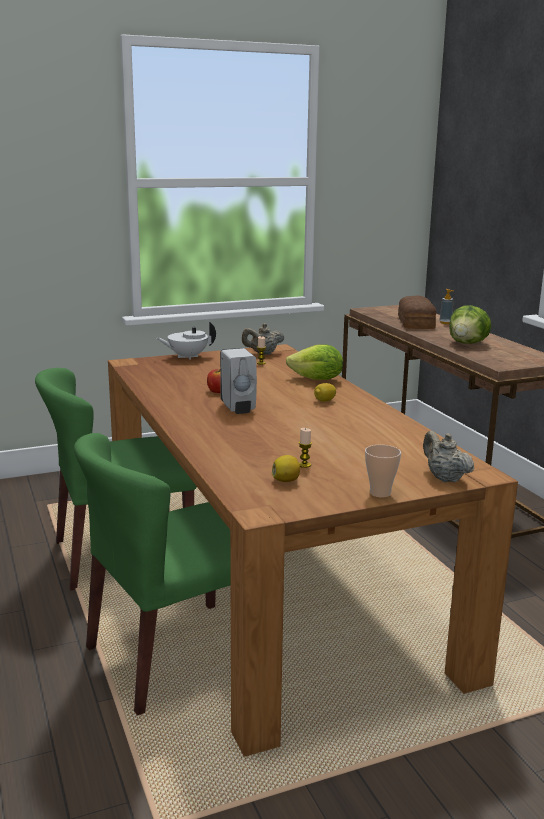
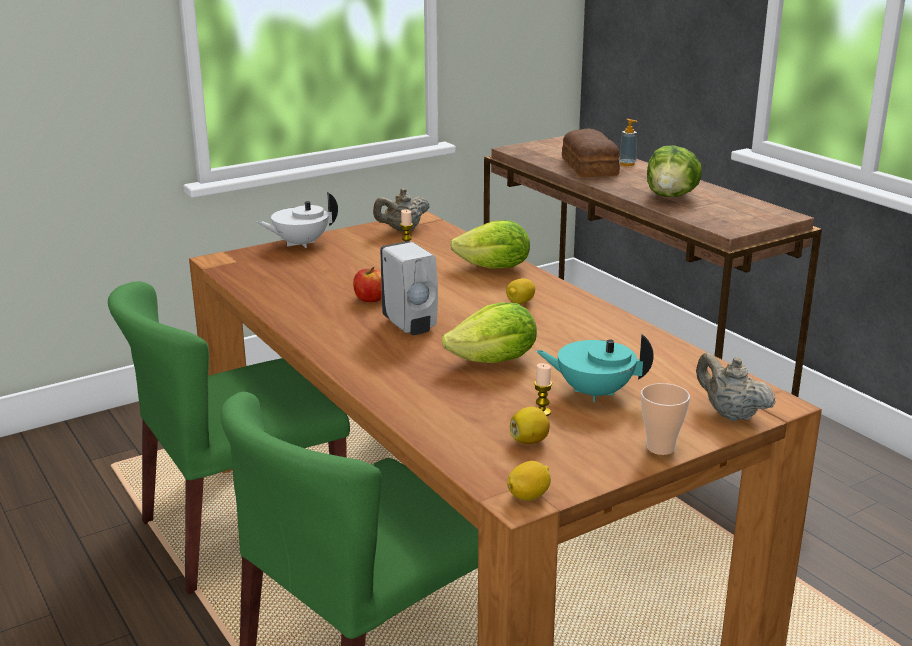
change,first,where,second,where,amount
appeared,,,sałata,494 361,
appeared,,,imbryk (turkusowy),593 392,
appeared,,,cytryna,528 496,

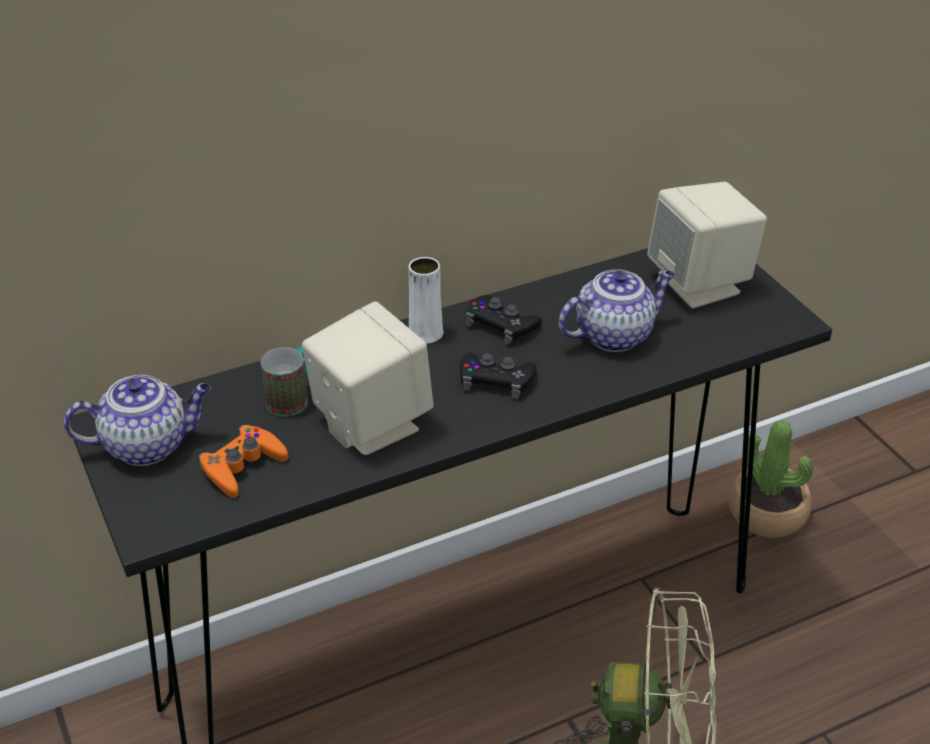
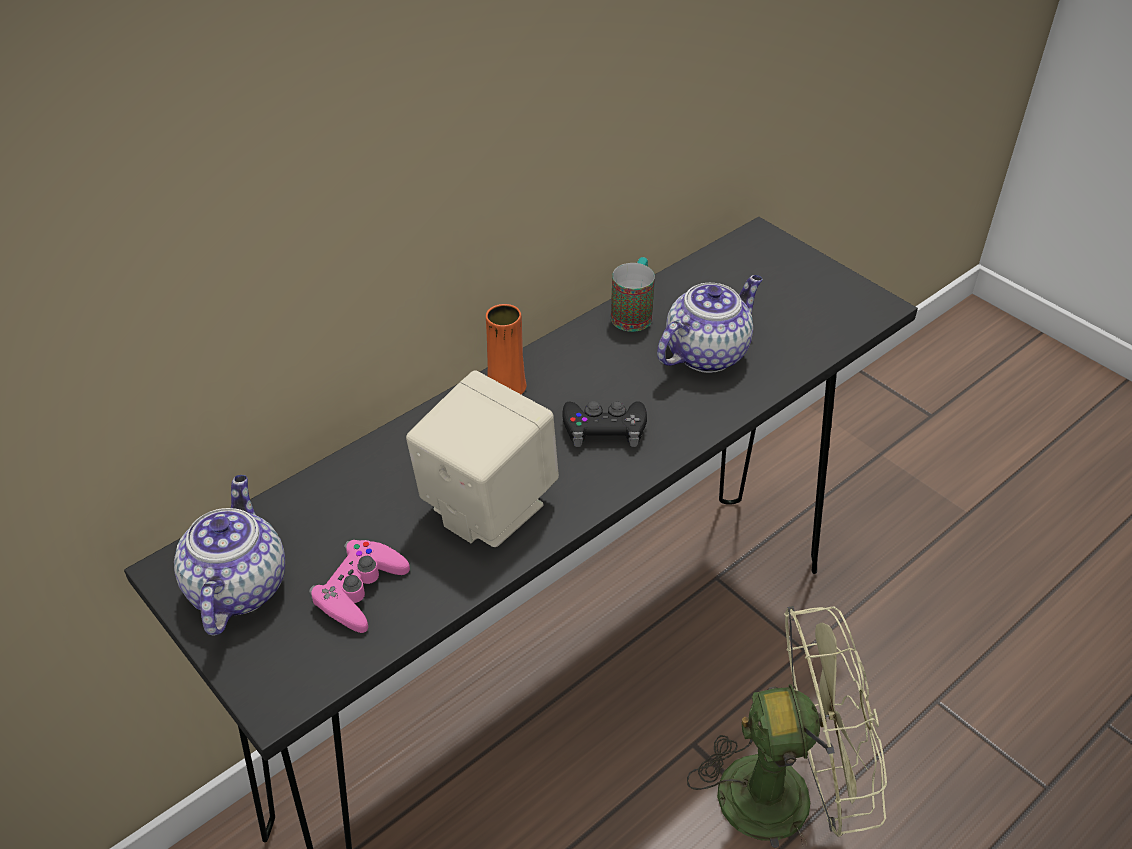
change,first,where,second,where,amount
missing,głośnik (beżowy),700 284,,,
colour,wazon (biały),425 333,wazon (pomarańczowy),506 386,
missing,pad do gier (czarny),501 325,,,
relocated,kubek,293 397,,634 312,
spun,imbryk,148 445,,237 586,60 degrees counterclockwise
missing,roślina doniczkowa,767 513,,,
colour,pad do gier (pomarańczowy),242 466,pad do gier (różowy),360 590,

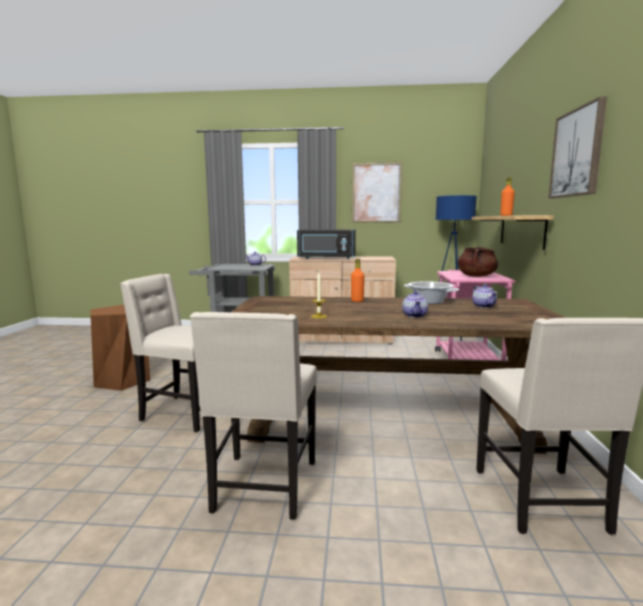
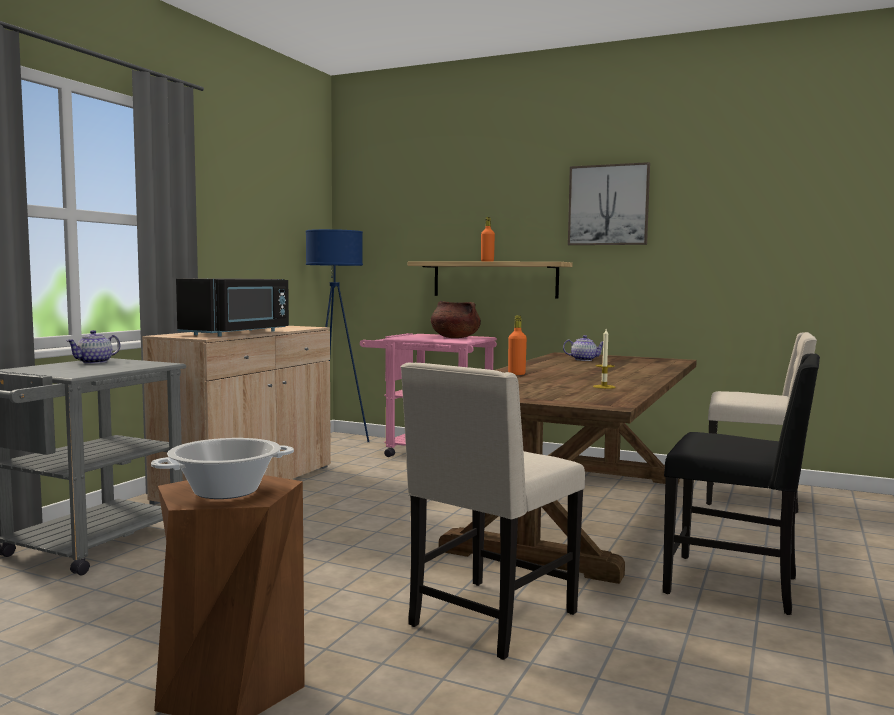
change,first,where,second,where,amount
missing,obraz,376 193,,,
relocated,garnek,429 302,,226 491,
missing,imbryk,415 315,,,
colour,krzesło (beżowy),264 487,krzesło (czarny),735 585,

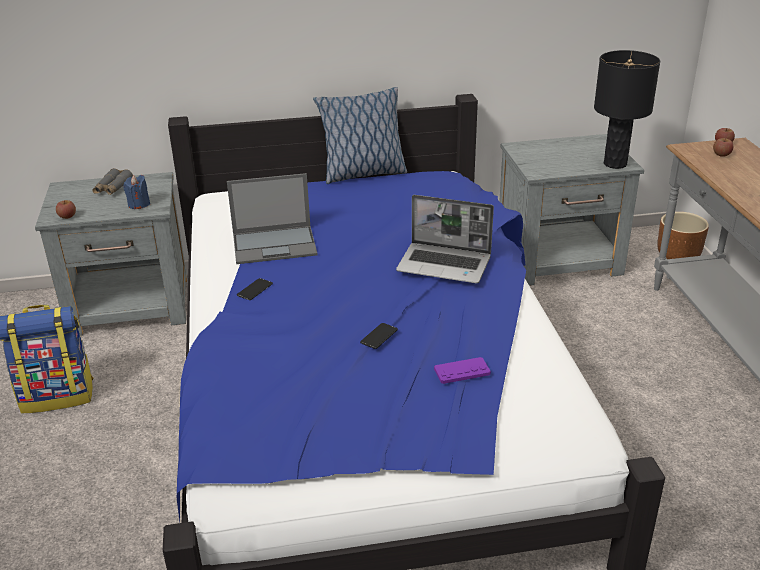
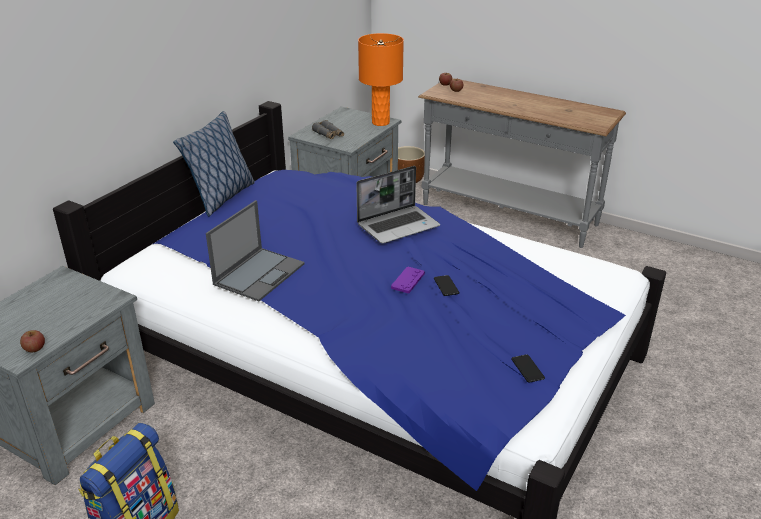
change,first,where,second,where,amount
colour,lampa stołowa (czarny),614 164,lampa stołowa (pomarańczowy),380 122,
relocated,lornetka (szary),113 188,,328 135,
missing,świeca (niebieski),139 204,,,
relocated,telefon,255 290,,527 369,
relocated,pad do gier (fioletowy),462 371,,408 280,

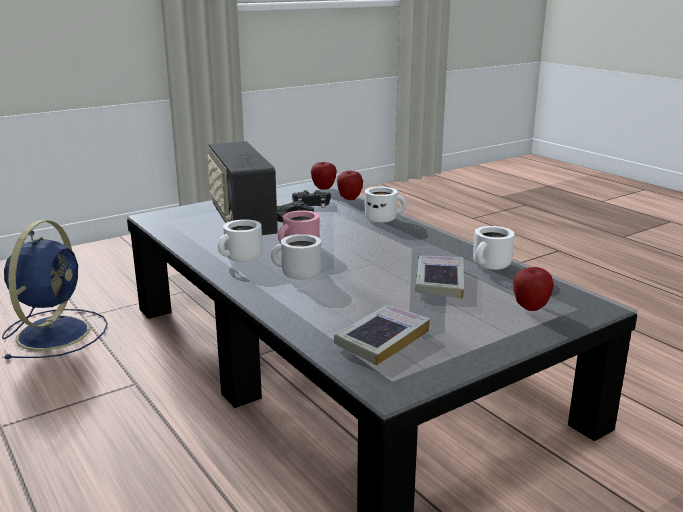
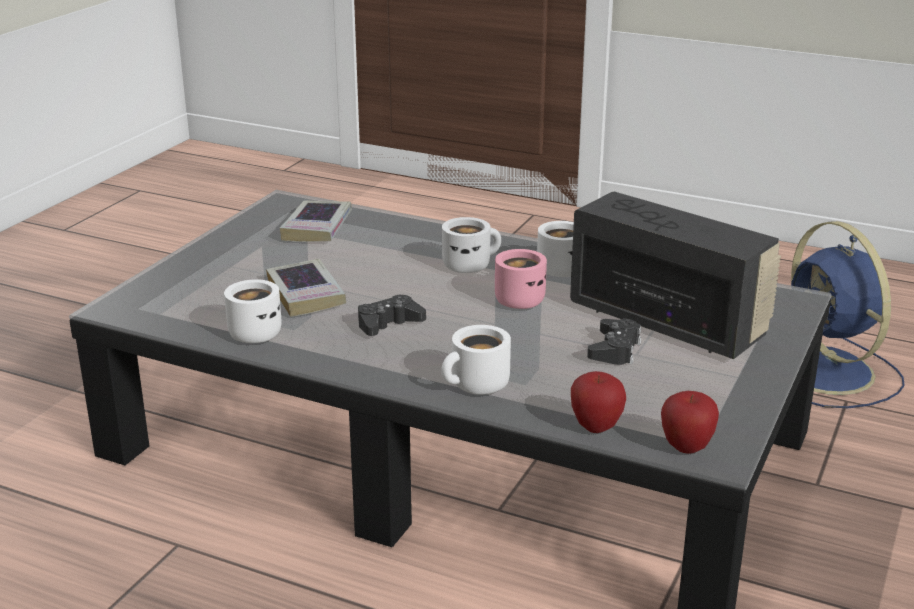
change,first,where,second,where,amount
relocated,pad do gier (czarny),311 203,,388 323,
missing,jabłko,530 308,,,

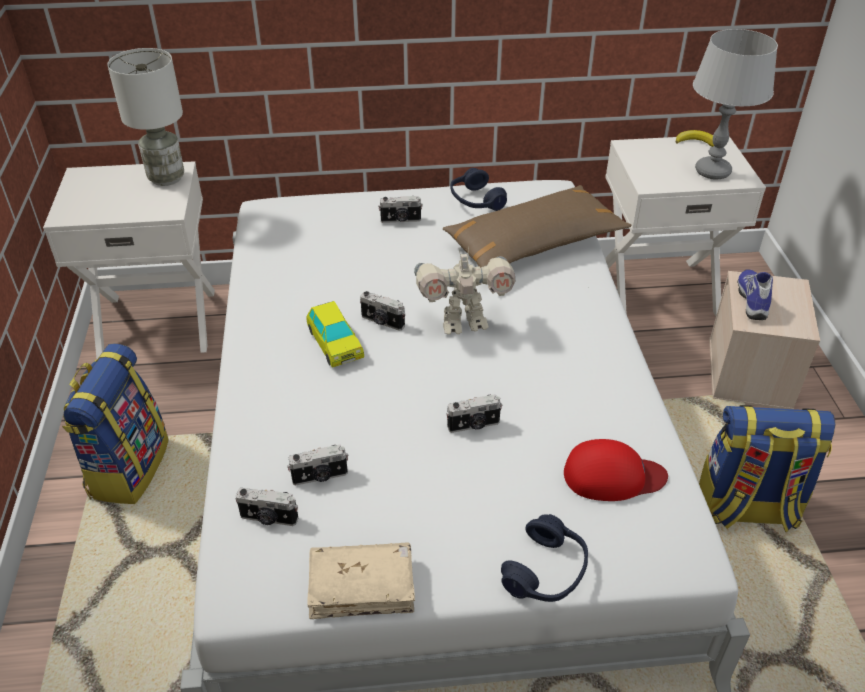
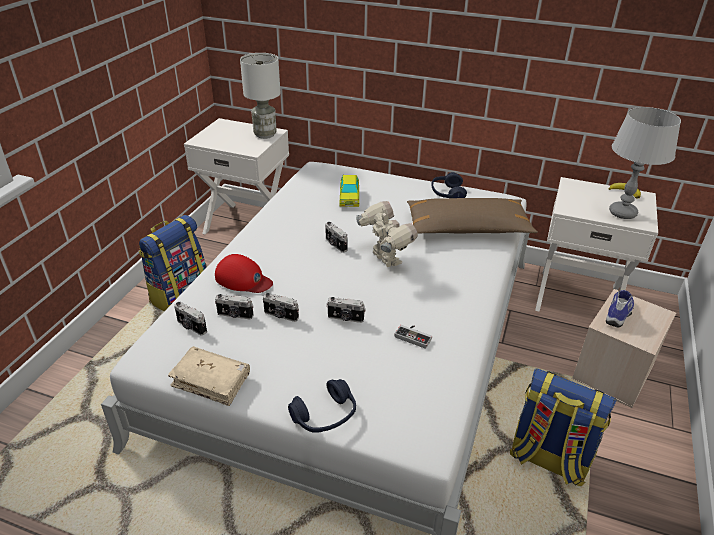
change,first,where,second,where,amount
relocated,aparat fotograficzny,401 220,,280 316,
spun,robot zabawkowy,463 323,,384 260,135 degrees counterclockwise
relocated,samochodzik,335 344,,349 198,
relocated,czapka z daszkiem (czerwony),612 476,,243 279,
appeared,,,pad do gier,414 336,

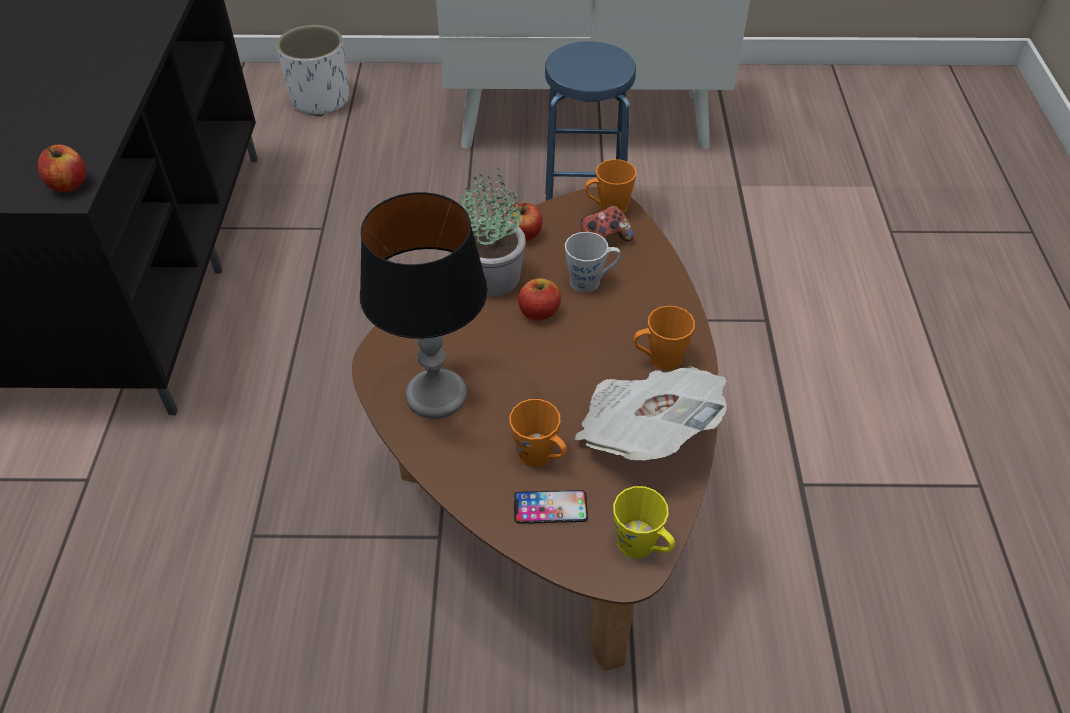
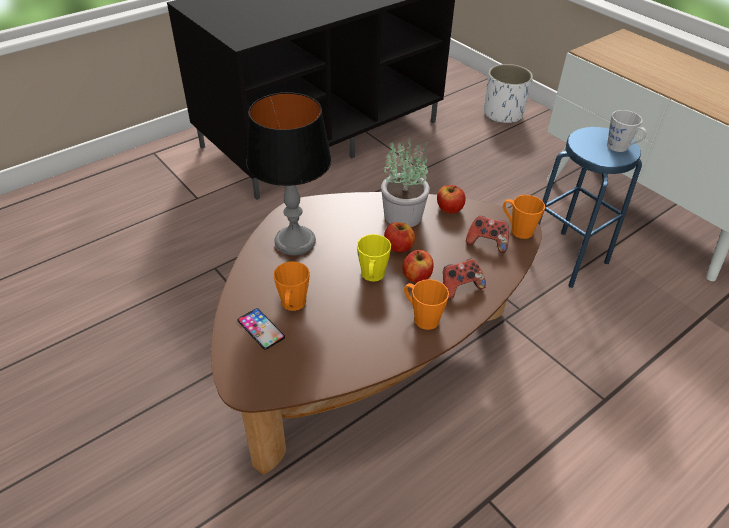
change,first,where,second,where,amount
relocated,jabłko,69 184,,417 276,
relocated,kubek (szary),591 281,,621 148,
missing,gazeta,644 432,,,
relocated,kubek (żółty),642 546,,372 276,
appeared,,,pad do gier,460 287,

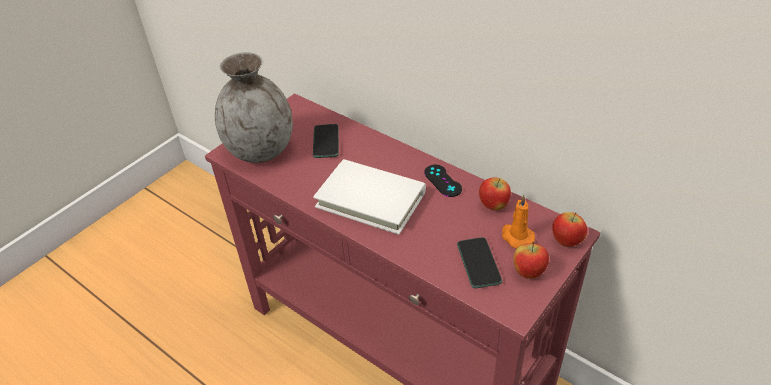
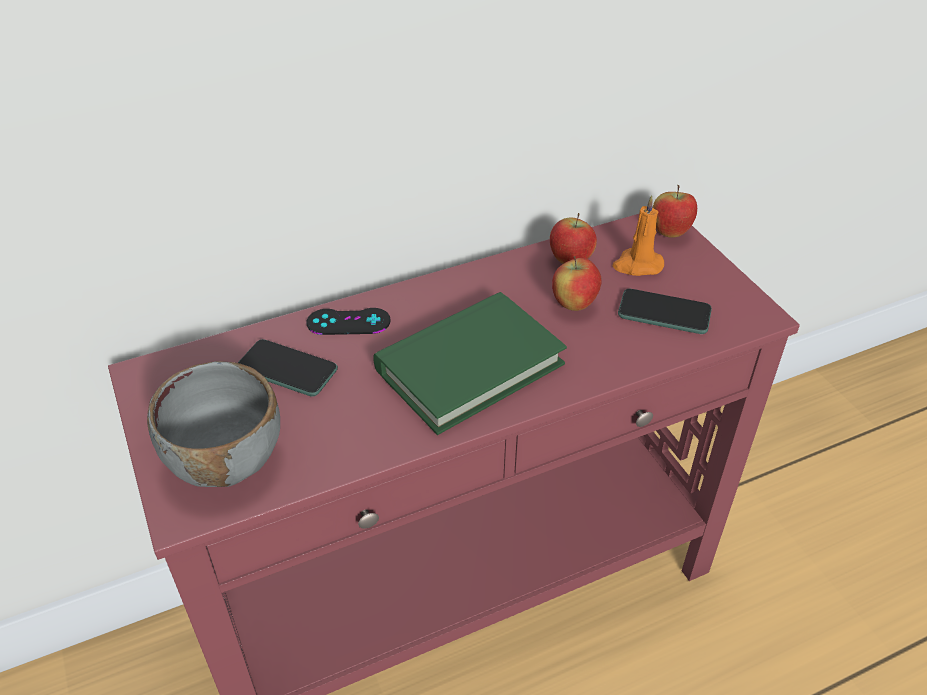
change,first,where,second,where,amount
exchanged,wazon (szary),261 150,miska (szary),227 459,
colour,książka (biały),370 199,książka (zielony),469 367,
relocated,pad do gier (czarny),442 181,,348 322,
relocated,jabłko,528 272,,574 304,

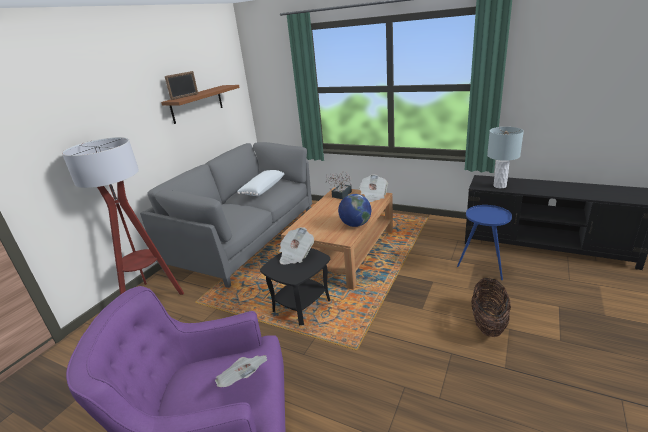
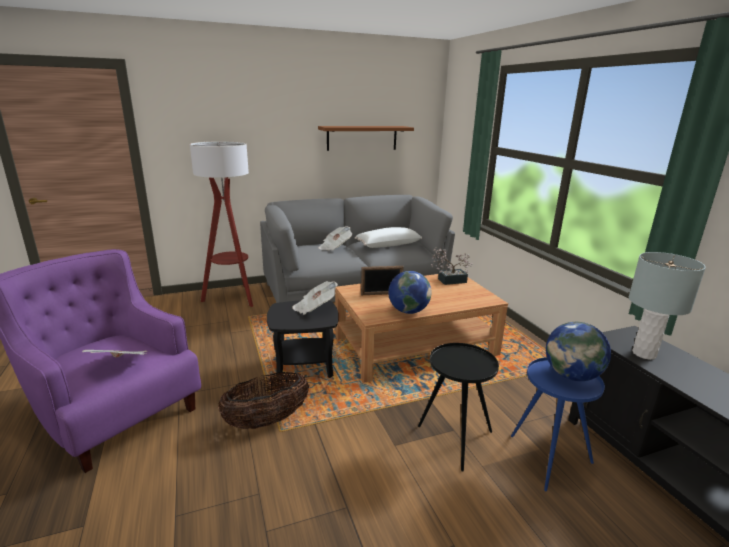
change,first,where,second,where,amount
relocated,ramka na zdjęcie,185 97,,381 294,
relocated,gazeta,373 196,,335 247,
relocated,koszyk,488 323,,266 421,
appeared,,,globus,572 375,
appeared,,,stolik (czarny),454 439,

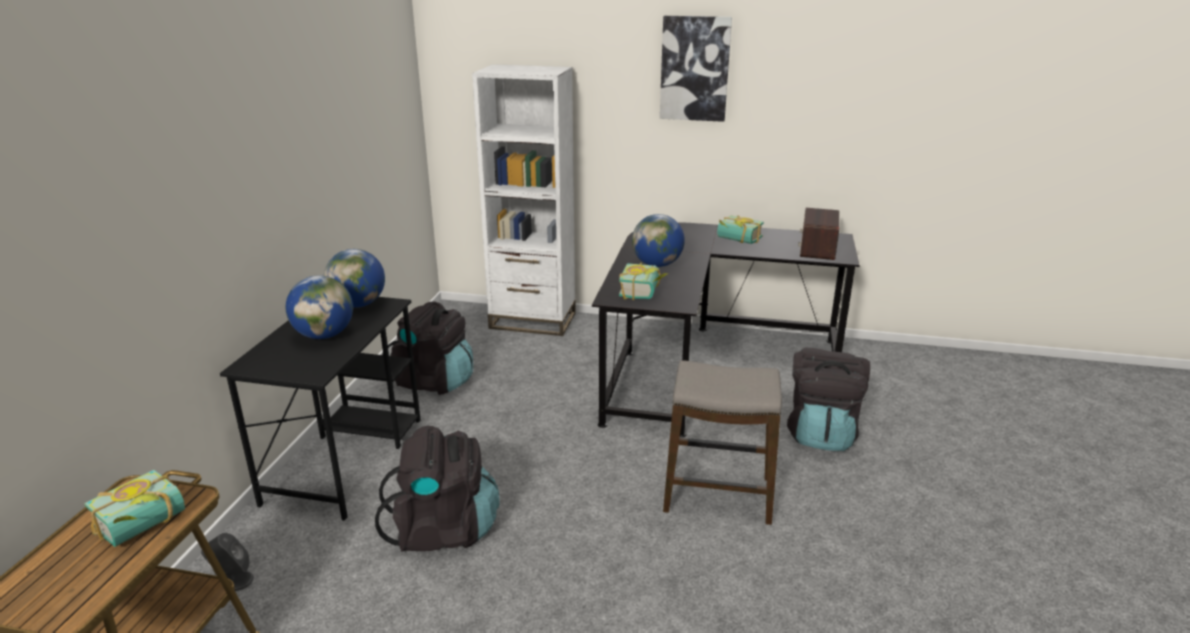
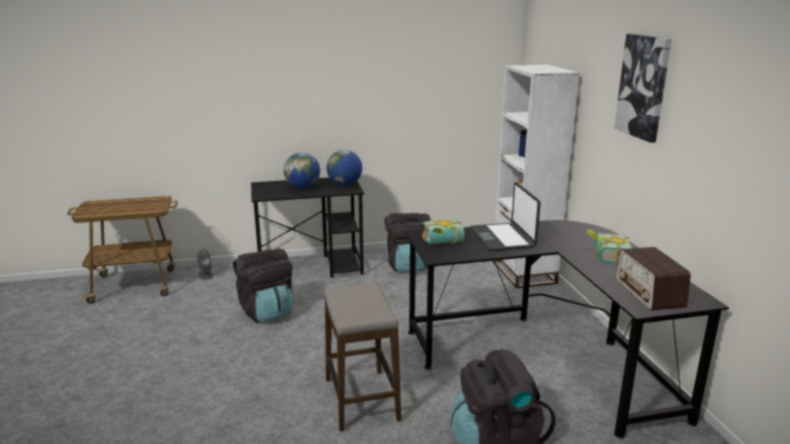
change,first,where,second,where,amount
spun,radio,817 248,,649 293,90 degrees counterclockwise
exchanged,globus,657 264,laptop,503 238,
missing,książka,145 526,,,

